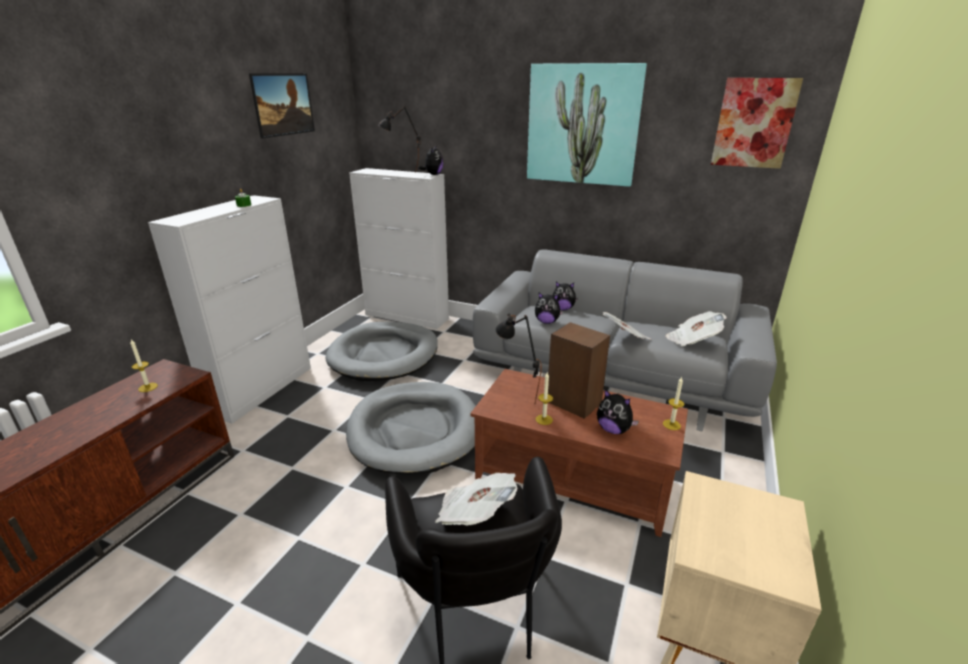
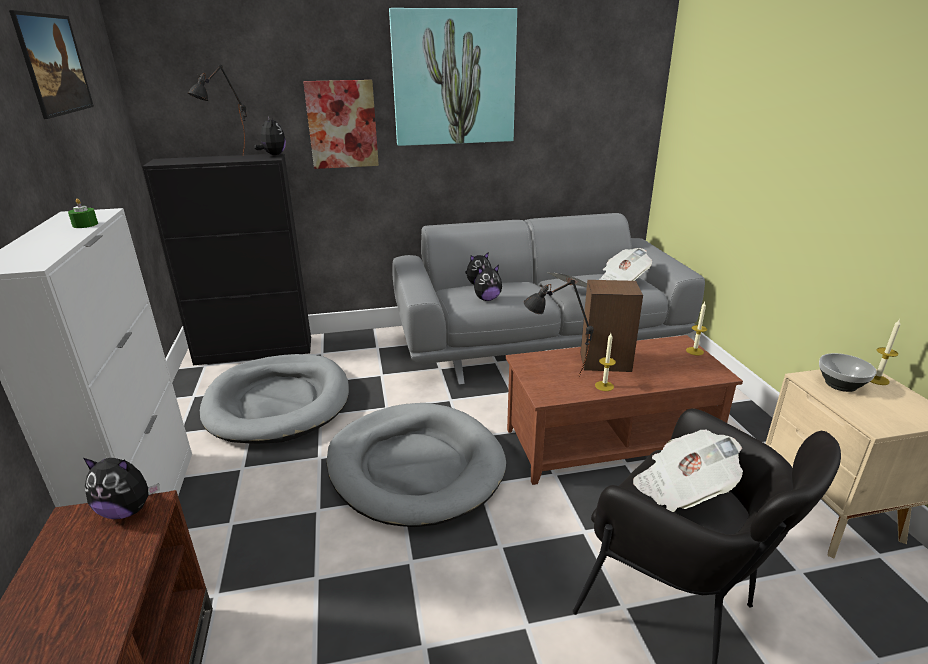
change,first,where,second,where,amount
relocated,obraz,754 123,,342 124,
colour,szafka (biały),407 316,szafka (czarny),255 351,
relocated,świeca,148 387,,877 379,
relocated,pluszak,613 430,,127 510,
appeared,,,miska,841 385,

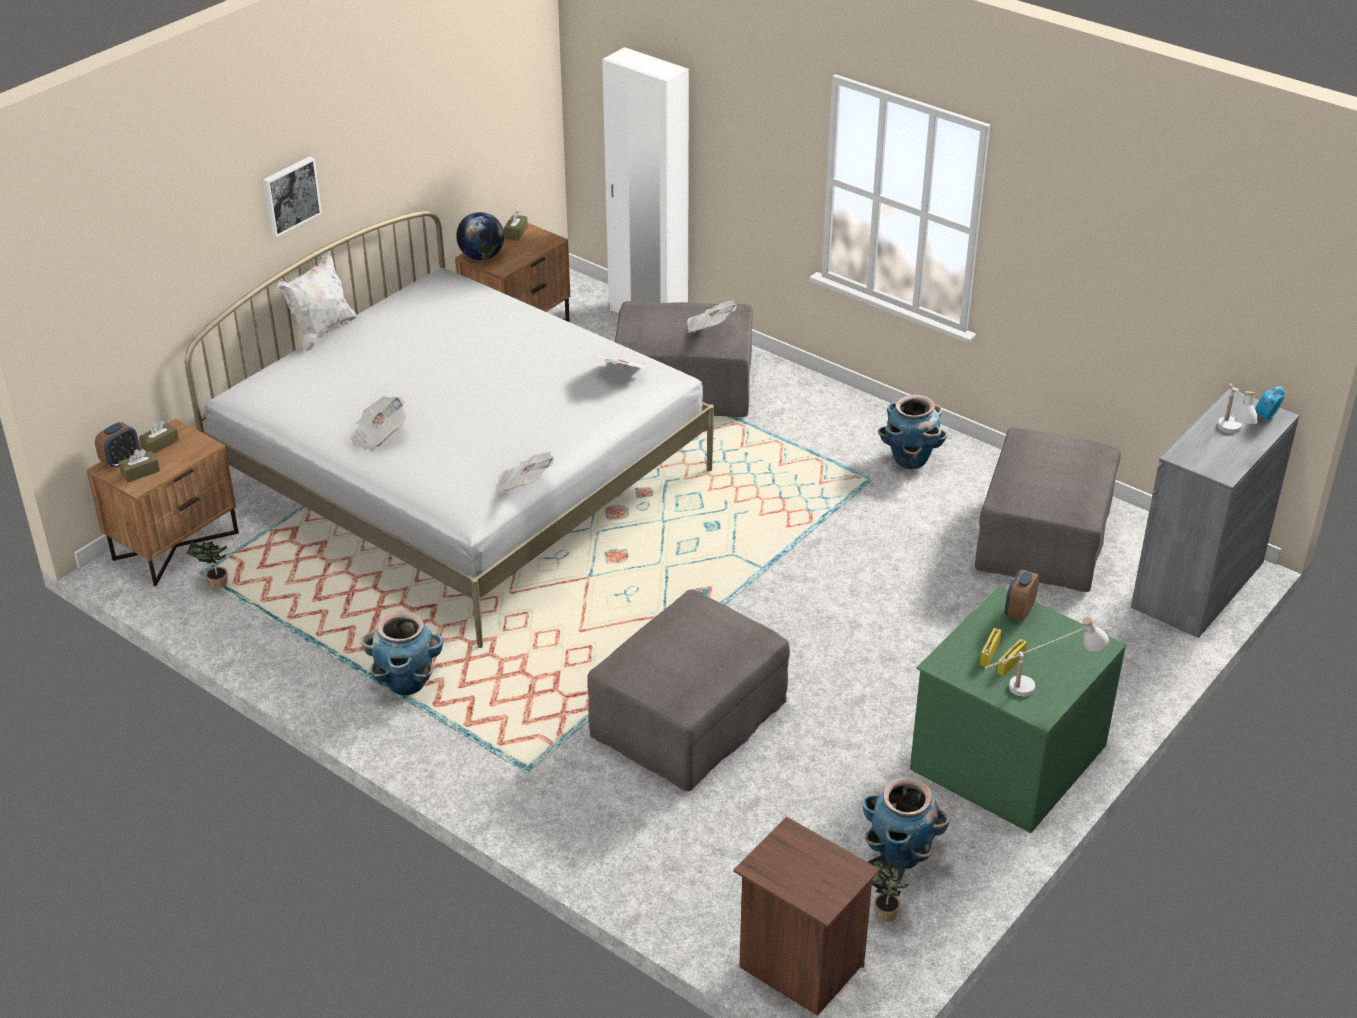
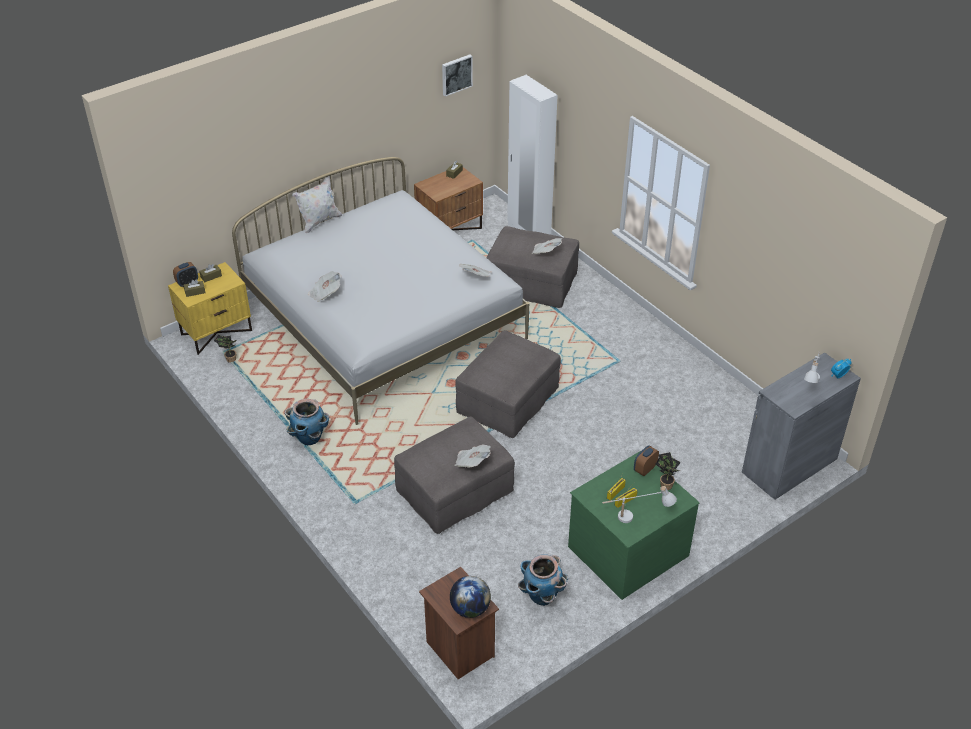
change,first,where,second,where,amount
relocated,obraz,290 195,,456 74,
relocated,globus,481 257,,470 609,
missing,donica,910 460,,,
colour,szafka nocna (brązowy),175 545,szafka nocna (żółty),216 332,
relocated,pufa (szary),1044 540,,508 401,
relocated,gazeta,524 484,,472 462,
relocated,roślina doniczkowa,883 912,,665 484,

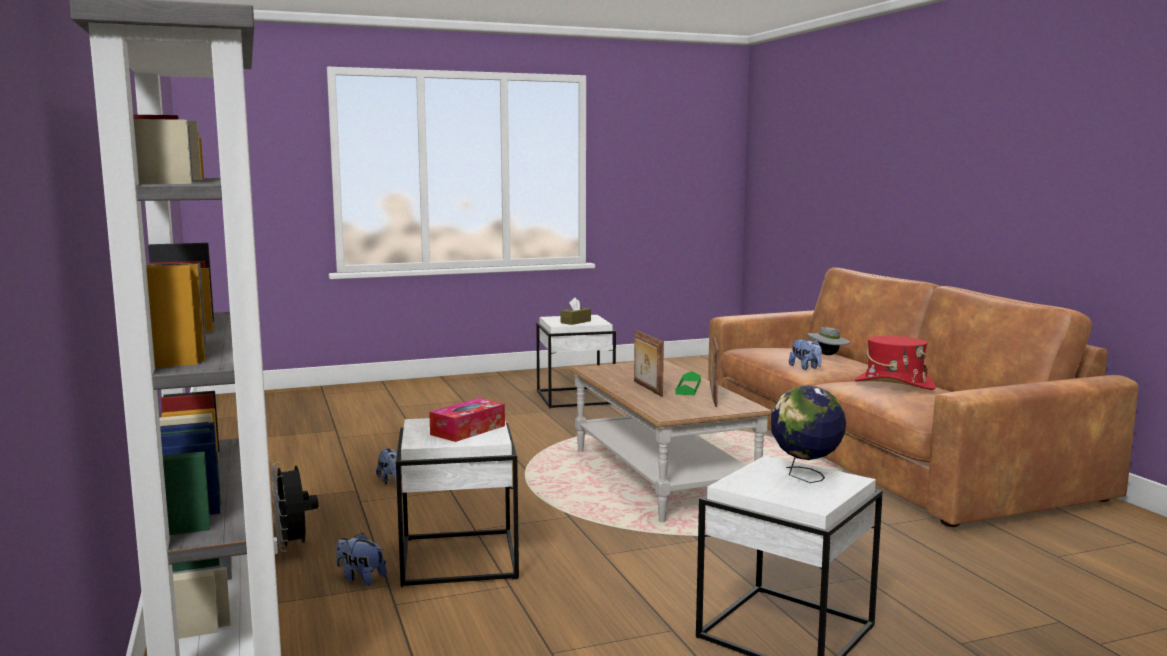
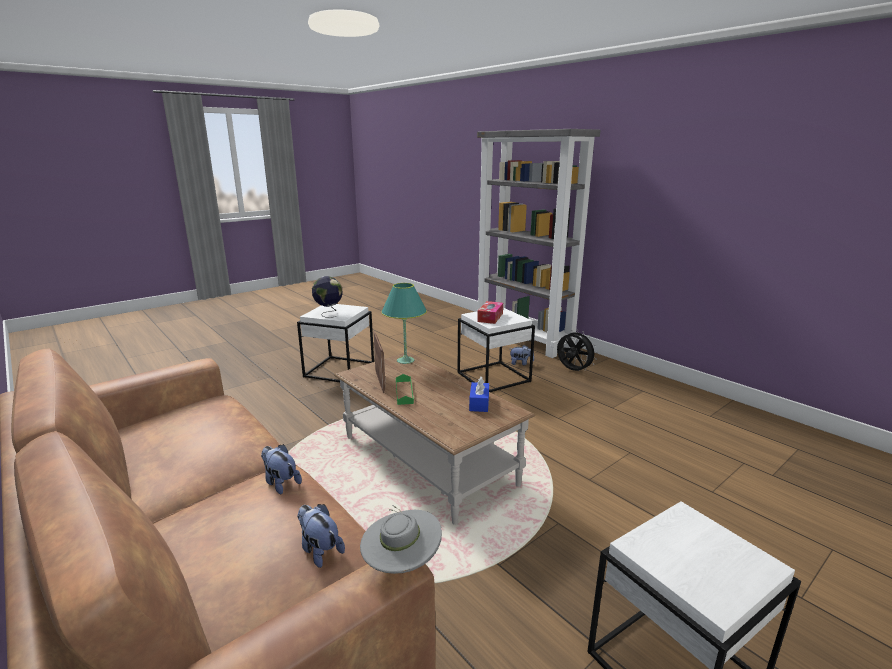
change,first,where,second,where,amount
missing,pudełko chusteczek (brązowy),575 322,,,
relocated,kapelusz (szary),827 355,,401 564,
missing,ramka na zdjęcie,646 388,,,
missing,kapelusz (czerwony),894 384,,,
relocated,pluszak,391 481,,319 550,
appeared,,,lampa stołowa (turkusowy),405 360,
appeared,,,pudełko chusteczek (niebieski),479 403,

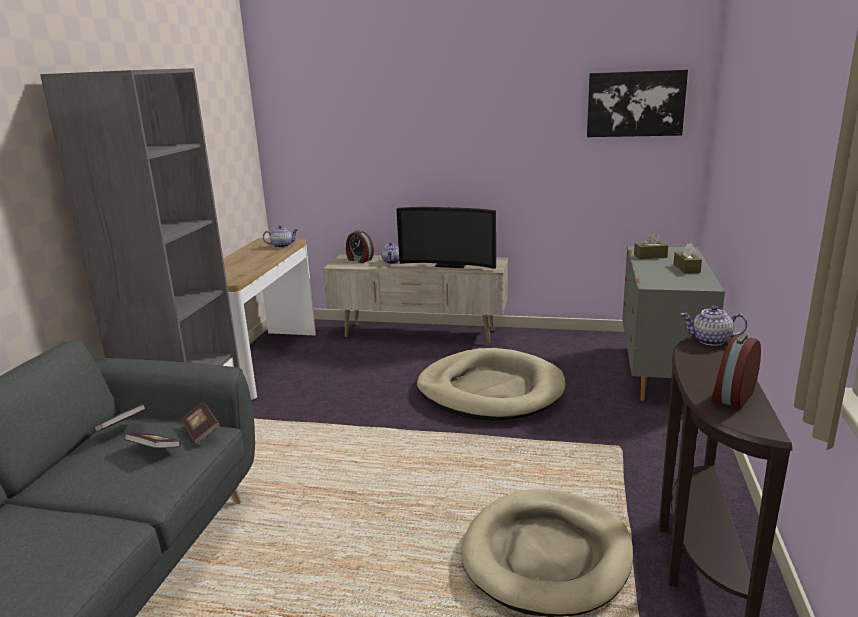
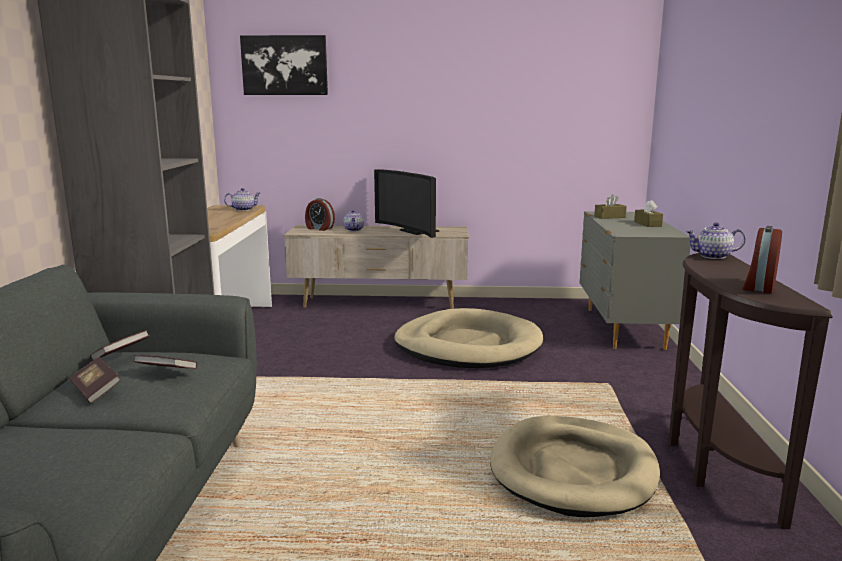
change,first,where,second,where,amount
relocated,obraz,635 104,,285 65,
spun,telewizor,450 265,,414 231,45 degrees clockwise
relocated,książka,201 431,,96 391,

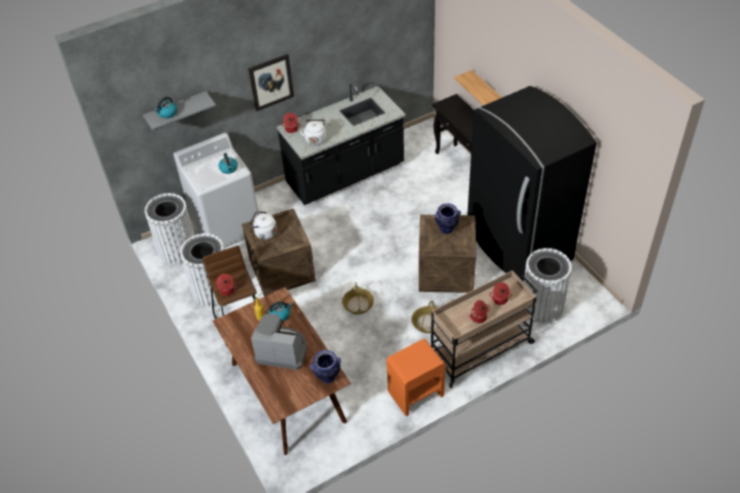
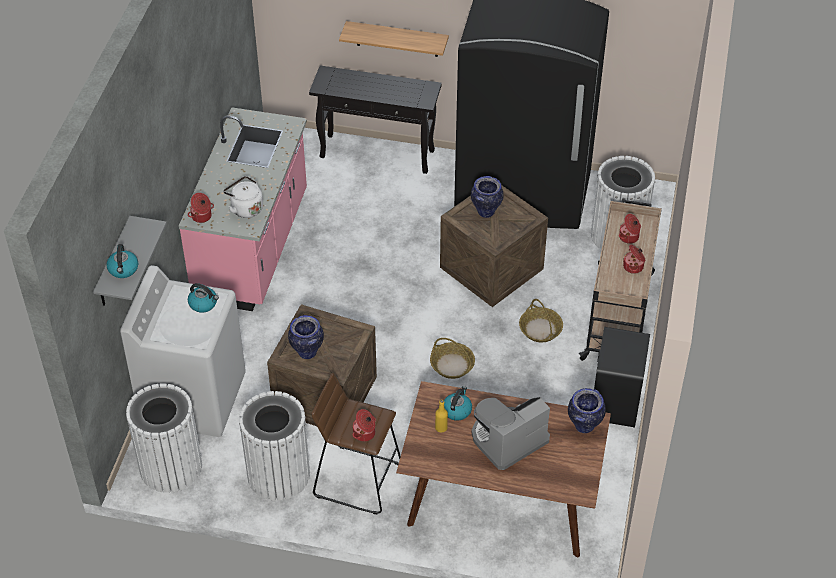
change,first,where,second,where,amount
missing,obraz,271 82,,,
colour,zabudowa kuchenna (czarny),345 175,zabudowa kuchenna (różowy),253 247,
exchanged,czajnik (biały),264 233,wazon,307 352,
colour,szafka nocna (pomarańczowy),415 393,szafka nocna (czarny),616 401,

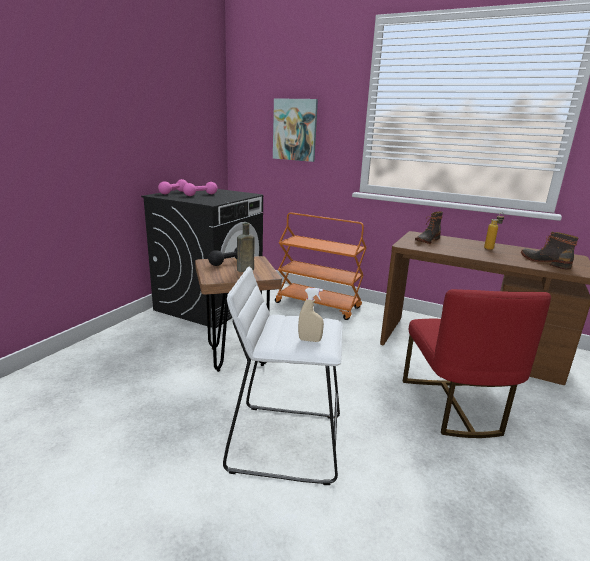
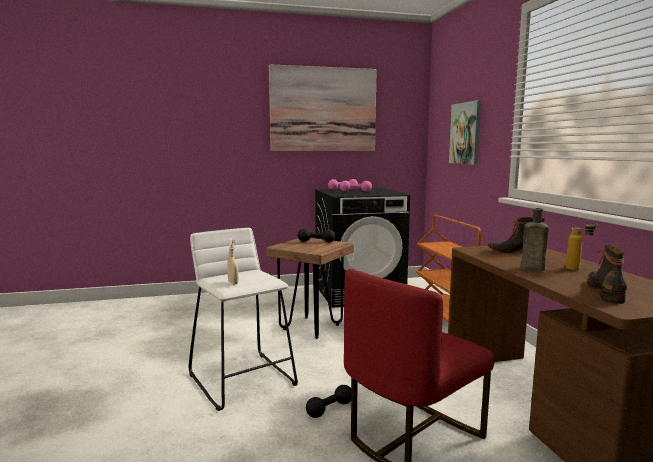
change,first,where,second,where,amount
relocated,butelka (brązowy),244 270,,530 268,
appeared,,,obraz,323 109,
appeared,,,hantel (czarny),330 409,

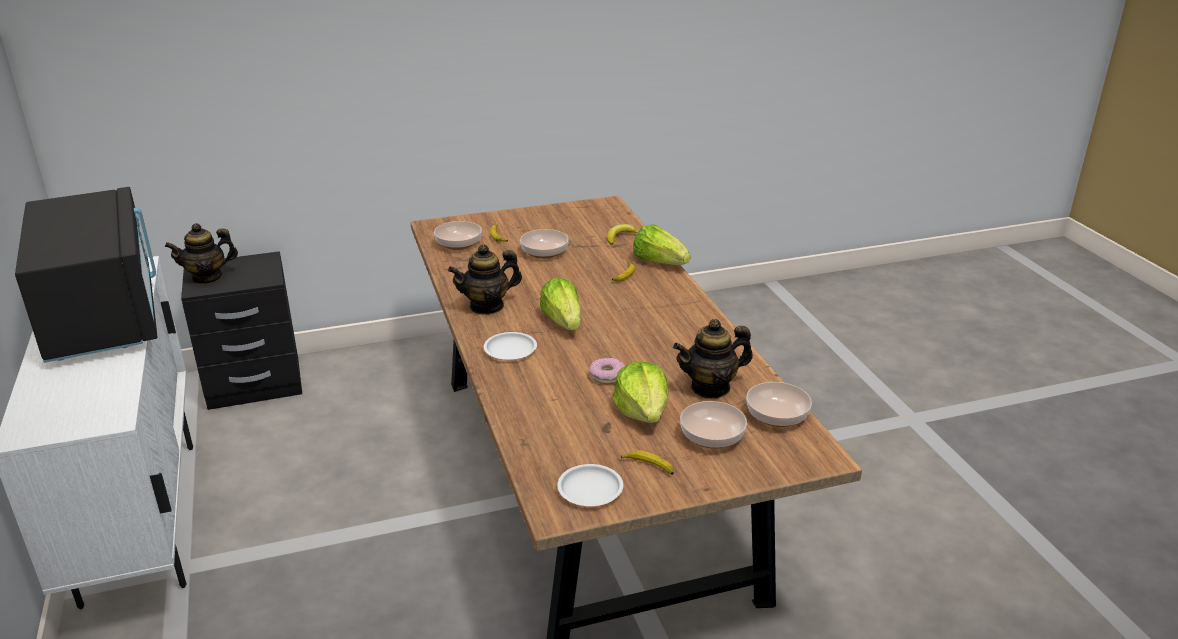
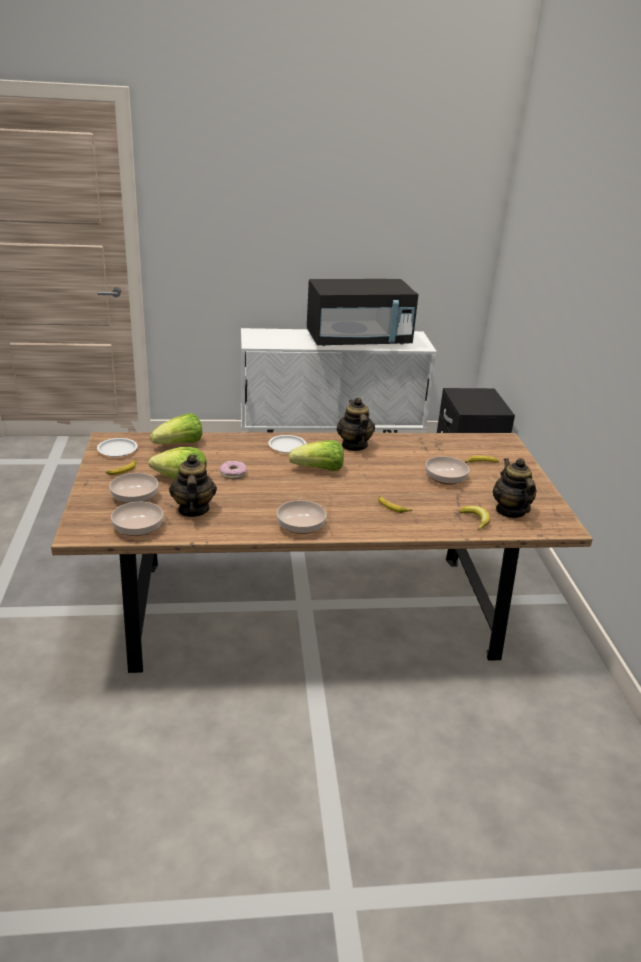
change,first,where,second,where,amount
relocated,miska,458 243,,301 526,
relocated,imbryk,207 277,,510 511,
relocated,sałata,659 262,,180 444,

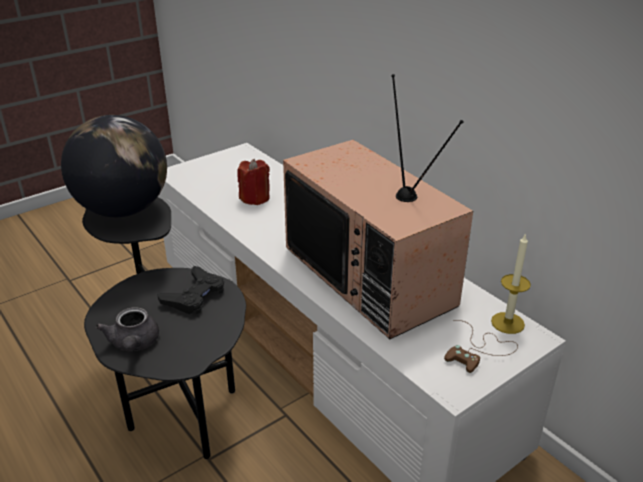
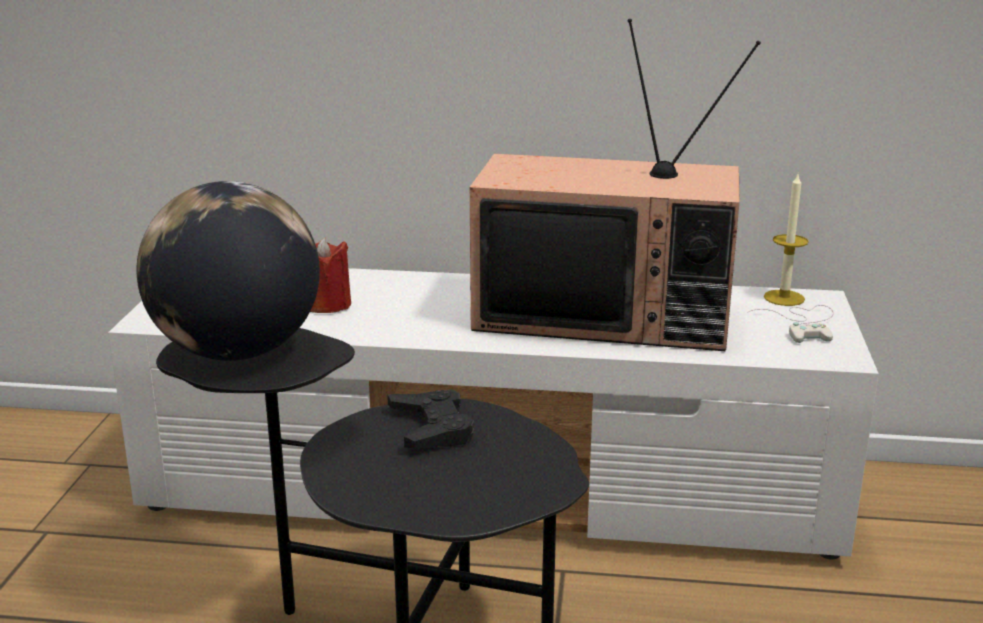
change,first,where,second,where,amount
missing,imbryk (szary),134 344,,,
colour,pad do gier (brązowy),479 350,pad do gier (biały),803 324,

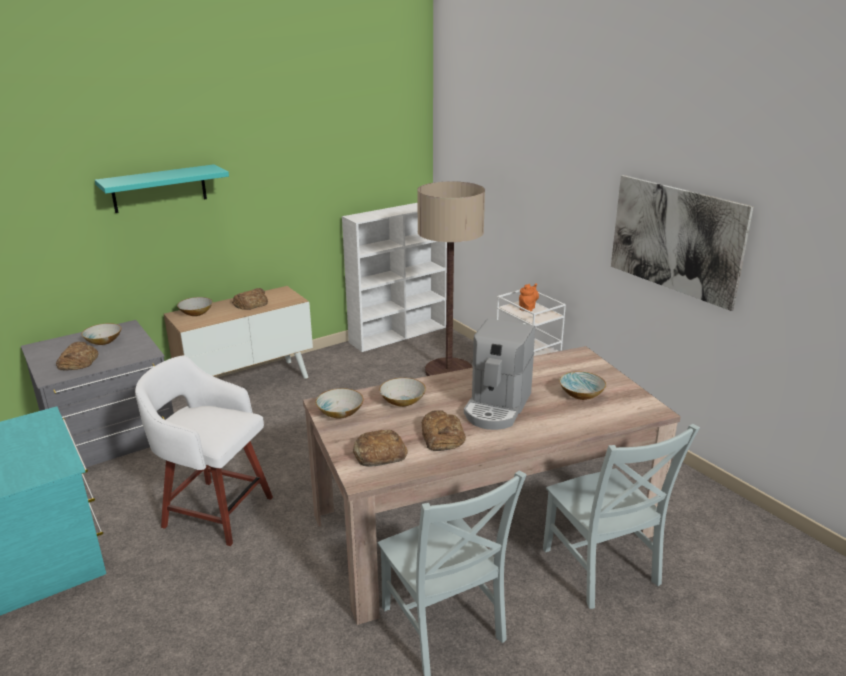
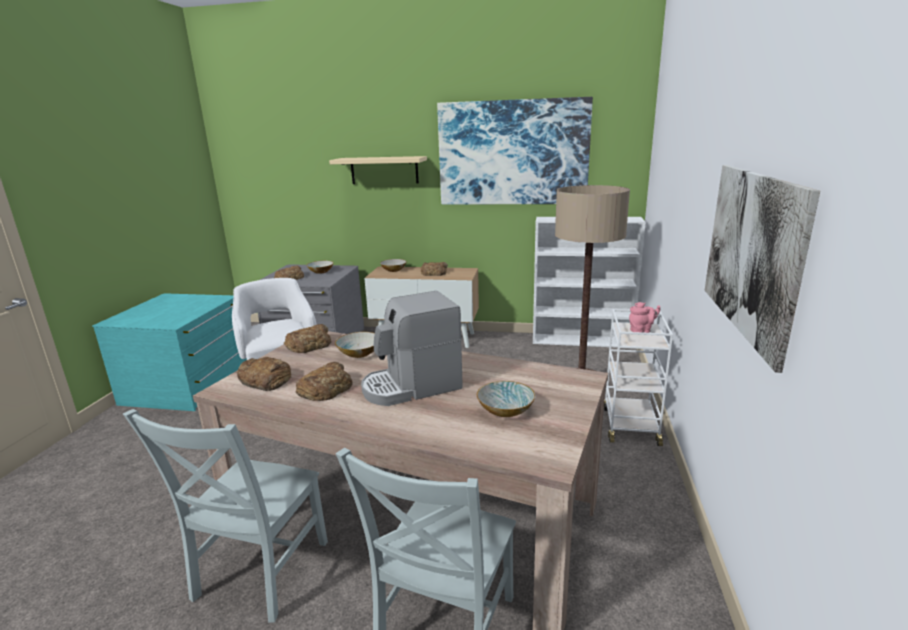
change,first,where,second,where,amount
colour,półka (turkusowy),159 188,półka (beżowy),384 170,
colour,imbryk (pomarańczowy),527 308,imbryk (różowy),641 331,
exchanged,miska,339 412,chleb,309 344,
appeared,,,obraz,512 153,

